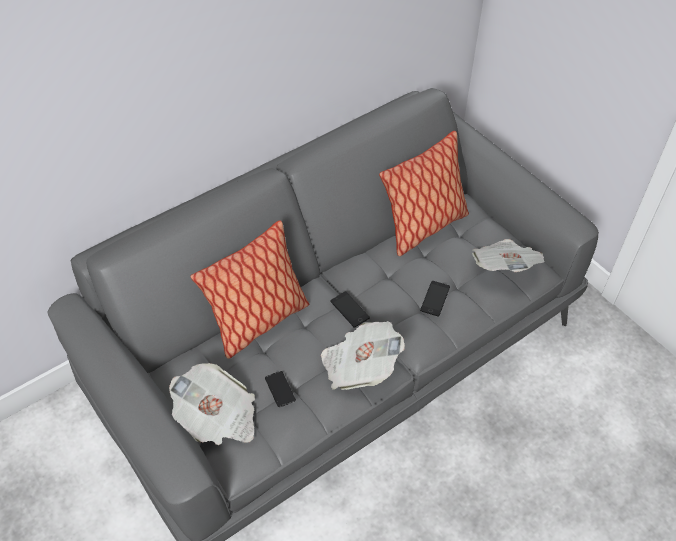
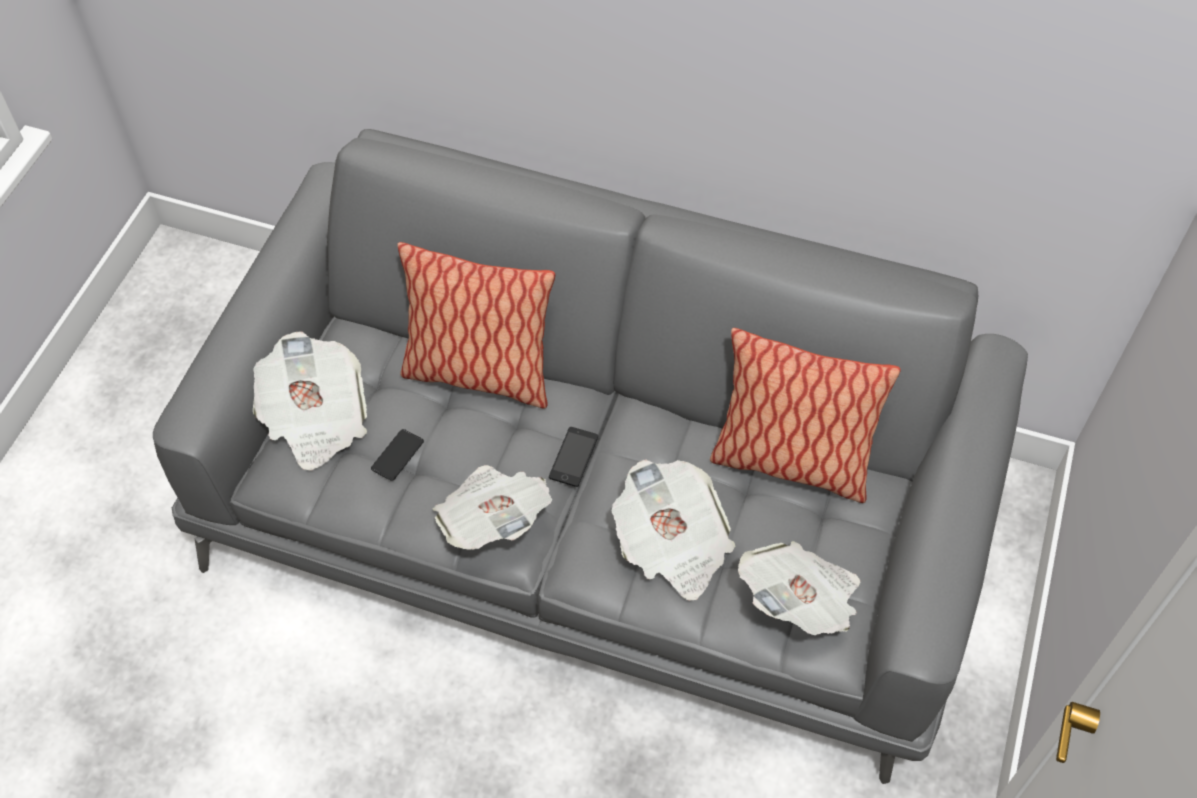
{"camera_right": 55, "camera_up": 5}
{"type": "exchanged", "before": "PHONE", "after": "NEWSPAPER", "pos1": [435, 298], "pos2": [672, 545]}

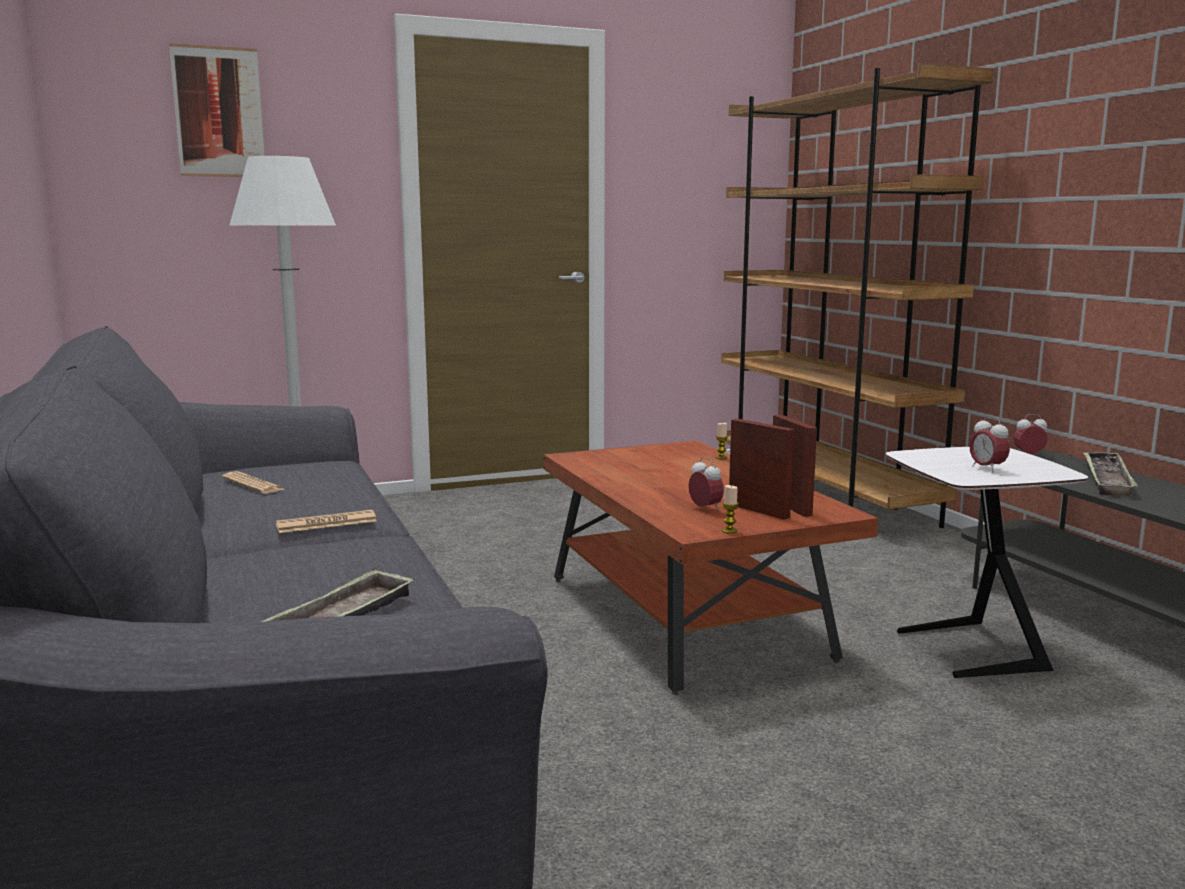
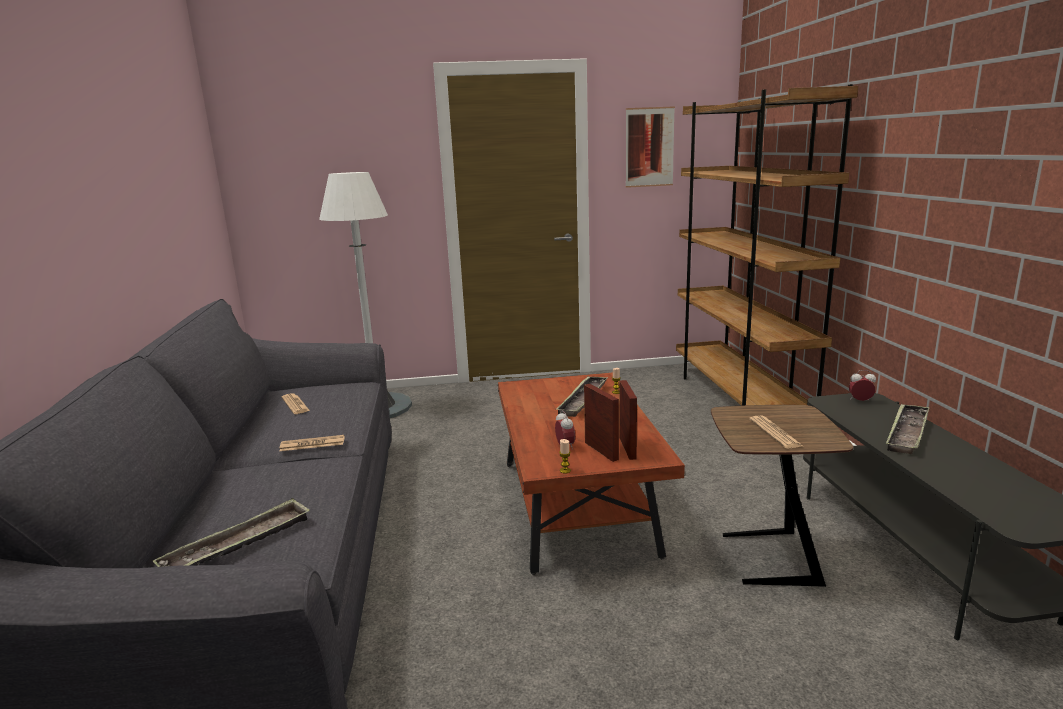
{"camera_right": 15, "camera_up": 5}
{"type": "appeared", "after": "TRAY", "pos2": [583, 400]}
{"type": "relocated", "before": "PICTURE", "pos1": [218, 112], "pos2": [649, 147]}
{"type": "exchanged", "before": "ALARM CLOCK", "after": "NEWSPAPER", "pos1": [987, 468], "pos2": [775, 433]}
{"type": "colour", "before": "WHITE SIDE TABLE", "after": "BROWN SIDE TABLE", "pos1": [966, 651], "pos2": [767, 559]}

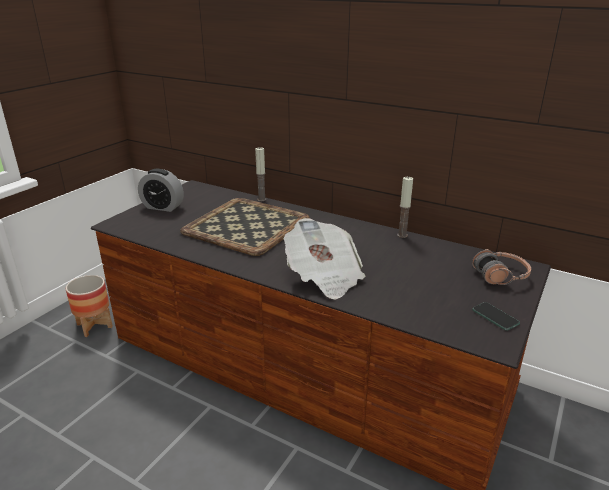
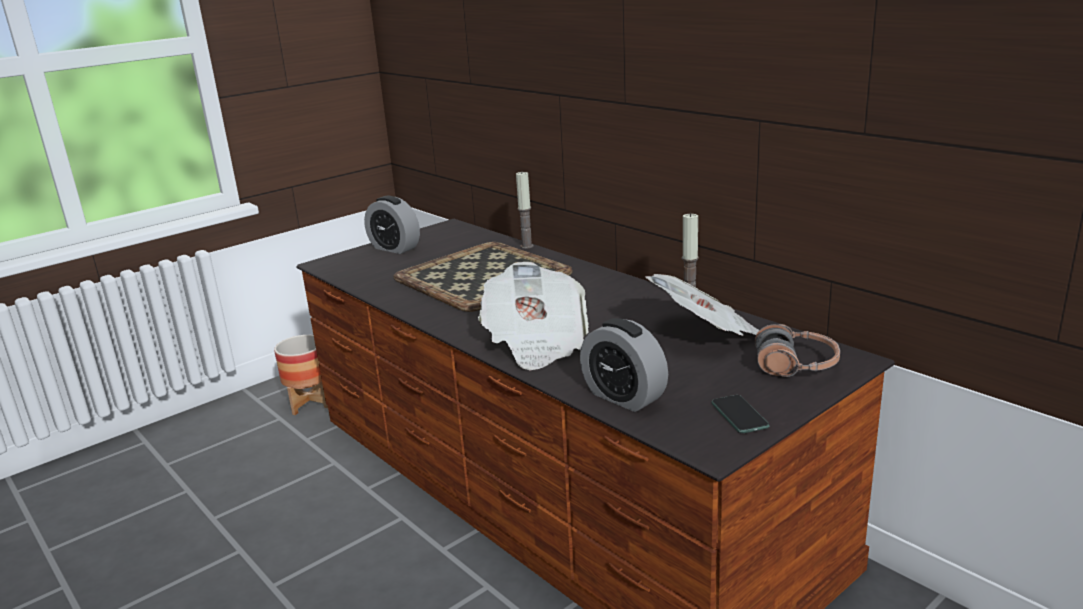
{"camera_right": 20, "camera_up": -5}
{"type": "appeared", "after": "ALARM CLOCK", "pos2": [623, 397]}
{"type": "appeared", "after": "NEWSPAPER", "pos2": [707, 334]}

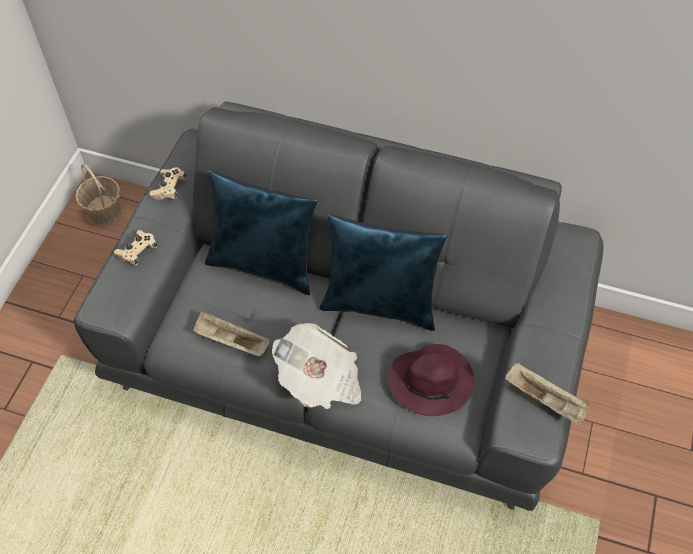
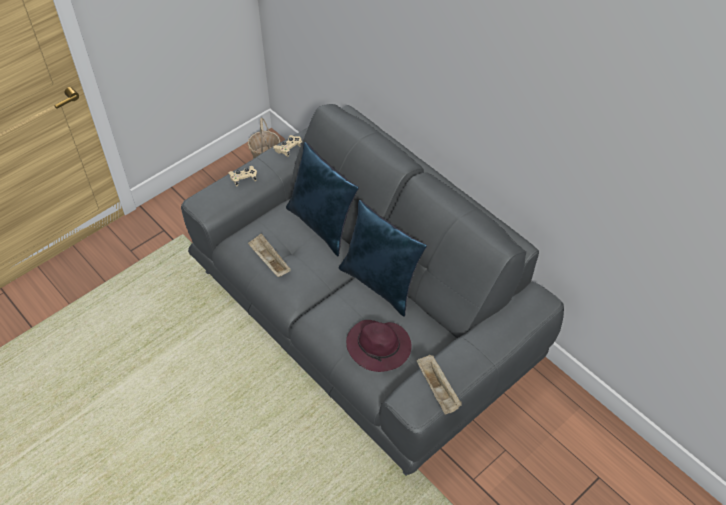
{"camera_right": 30, "camera_up": -5}
{"type": "missing", "before": "NEWSPAPER", "pos1": [320, 380]}

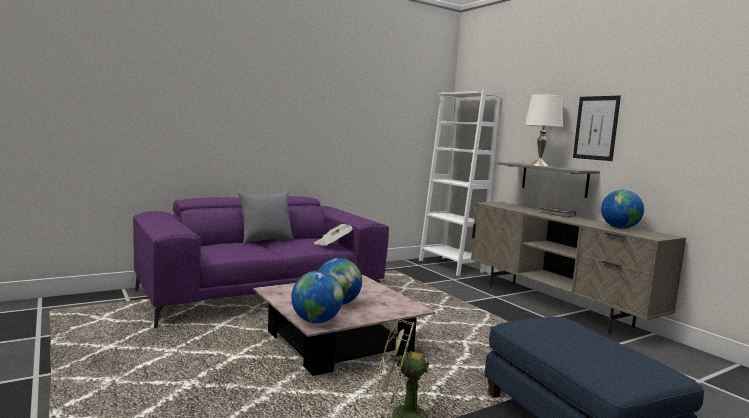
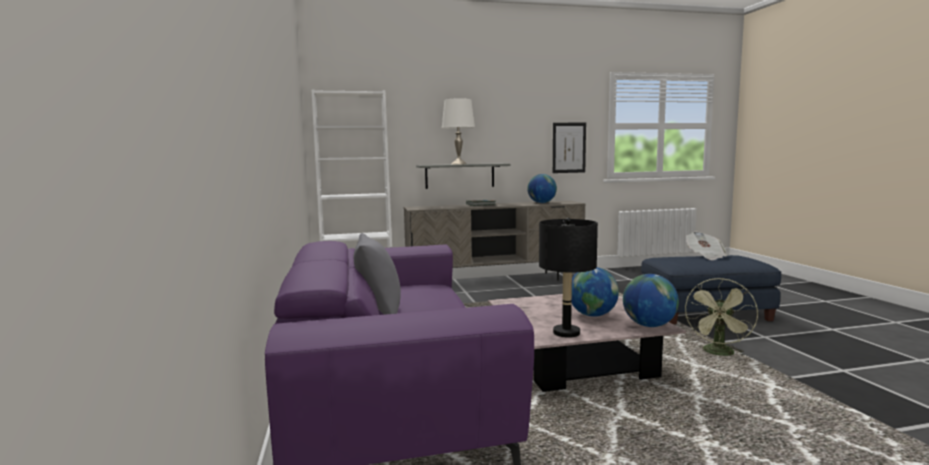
{"camera_right": -70, "camera_up": 0}
{"type": "appeared", "after": "BLACK TABLE LAMP", "pos2": [566, 333]}
{"type": "relocated", "before": "NEWSPAPER", "pos1": [333, 244], "pos2": [705, 256]}
{"type": "relocated", "before": "PICTURE", "pos1": [596, 128], "pos2": [569, 147]}

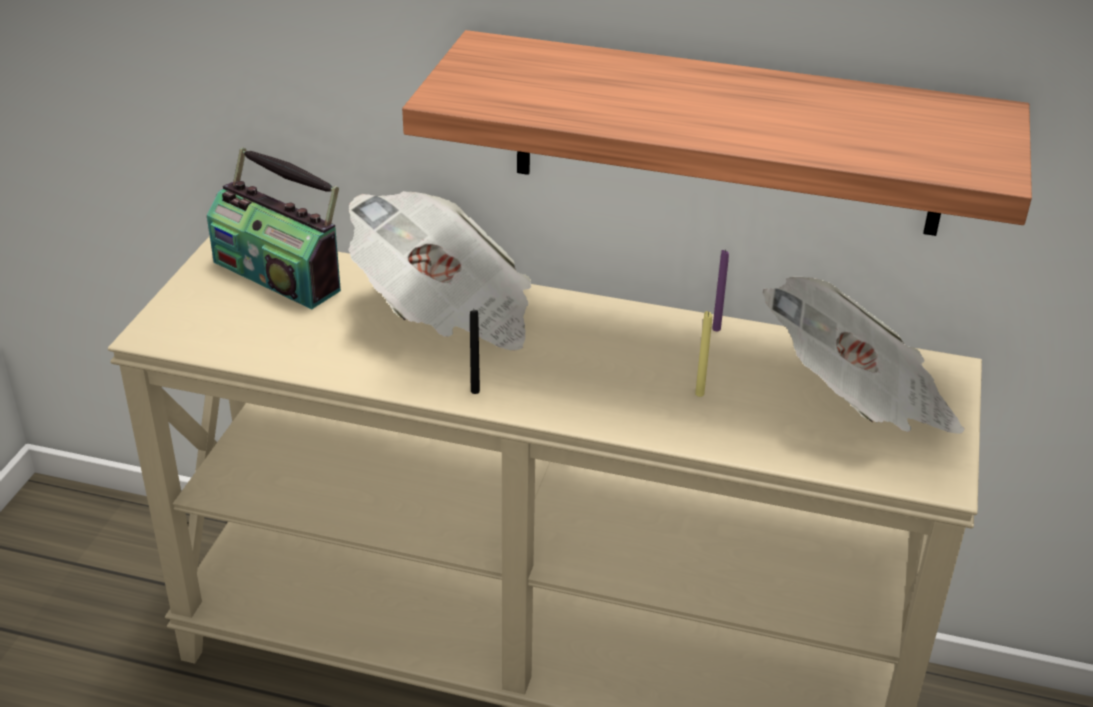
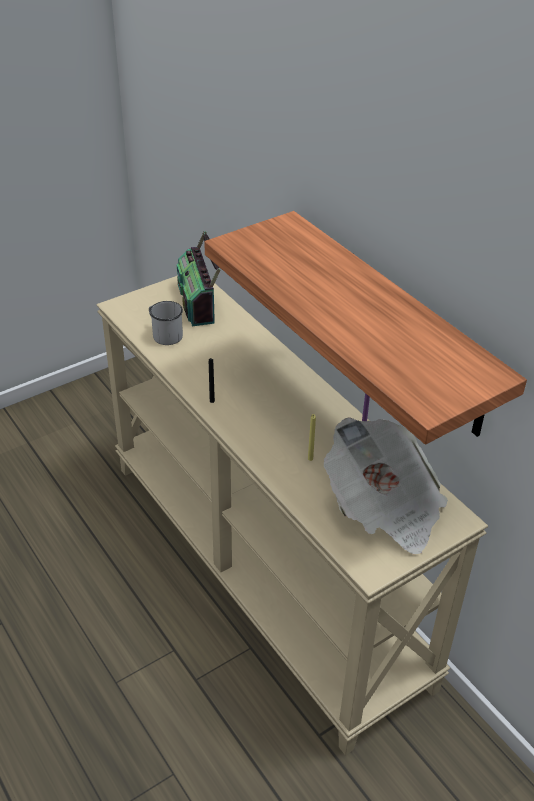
{"camera_right": 40, "camera_up": 5}
{"type": "missing", "before": "NEWSPAPER", "pos1": [446, 312]}
{"type": "appeared", "after": "WHITE MUG", "pos2": [164, 334]}

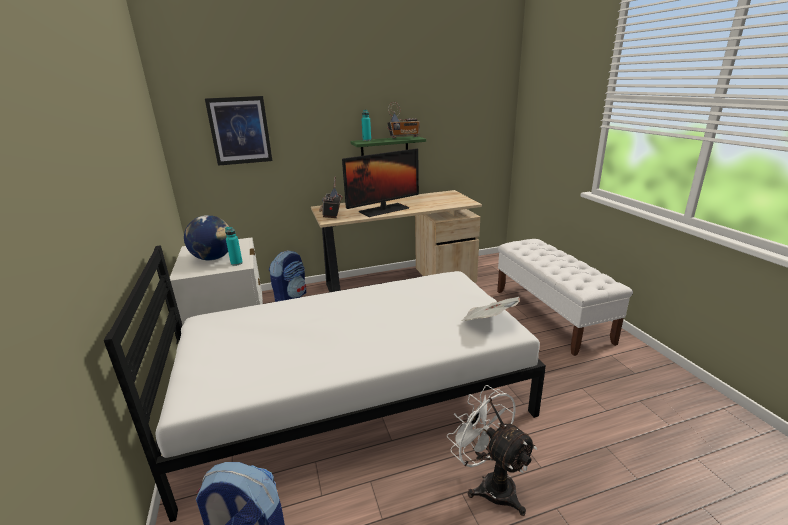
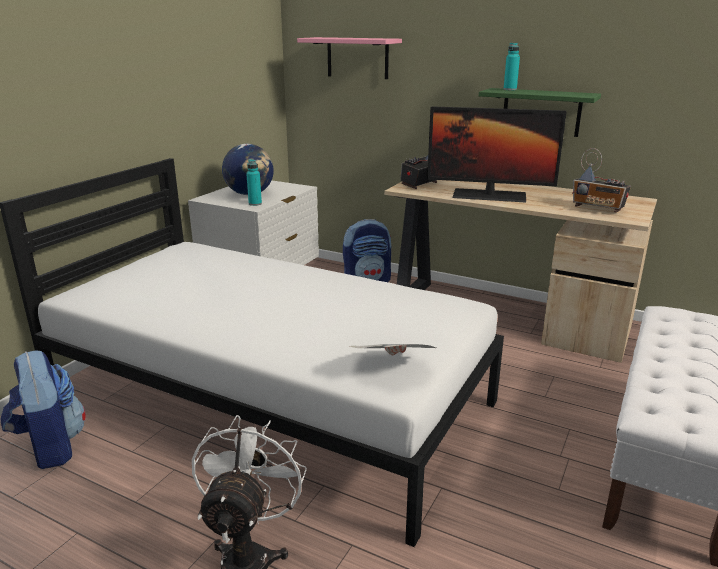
{"camera_right": 45, "camera_up": 0}
{"type": "relocated", "before": "RADIO", "pos1": [404, 138], "pos2": [598, 209]}
{"type": "exchanged", "before": "PICTURE", "after": "PINK SHELF", "pos1": [240, 130], "pos2": [357, 58]}

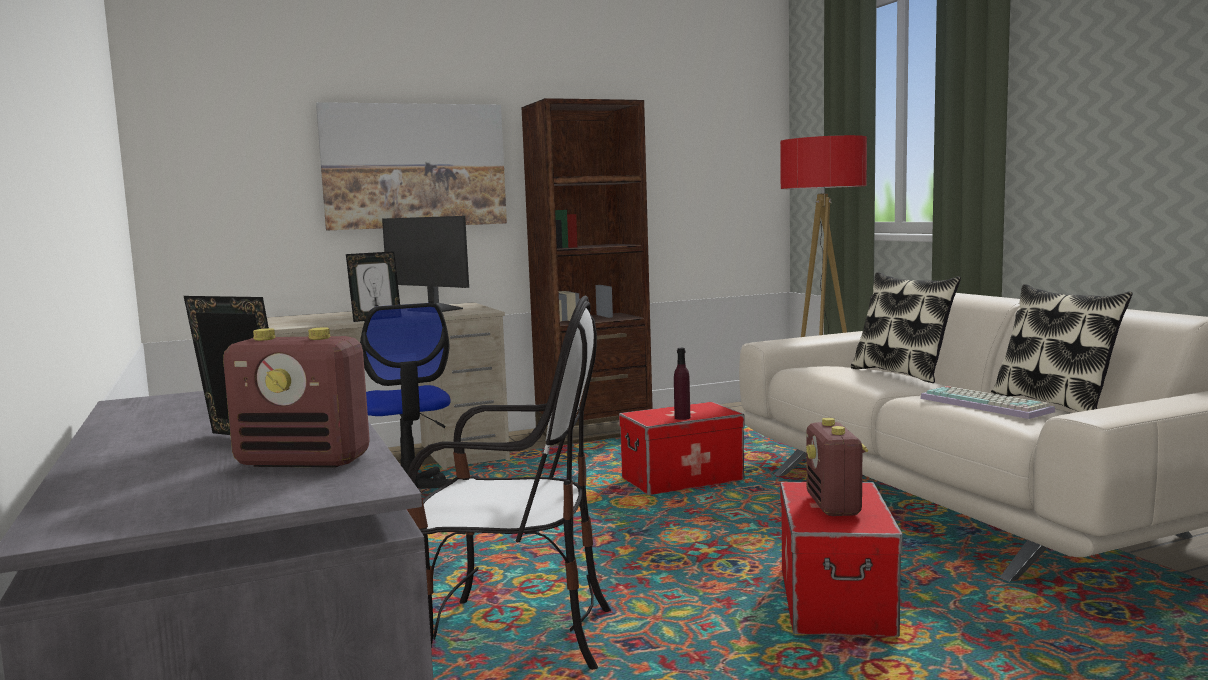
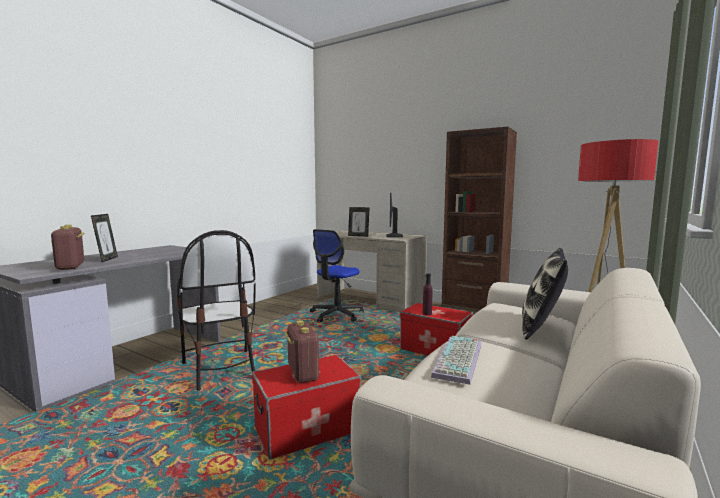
{"camera_right": 55, "camera_up": 0}
{"type": "missing", "before": "PICTURE", "pos1": [414, 166]}
{"type": "missing", "before": "PILLOW", "pos1": [1054, 403]}
{"type": "spun", "before": "RADIO", "pos1": [834, 506], "pos2": [302, 373], "turn": 105}

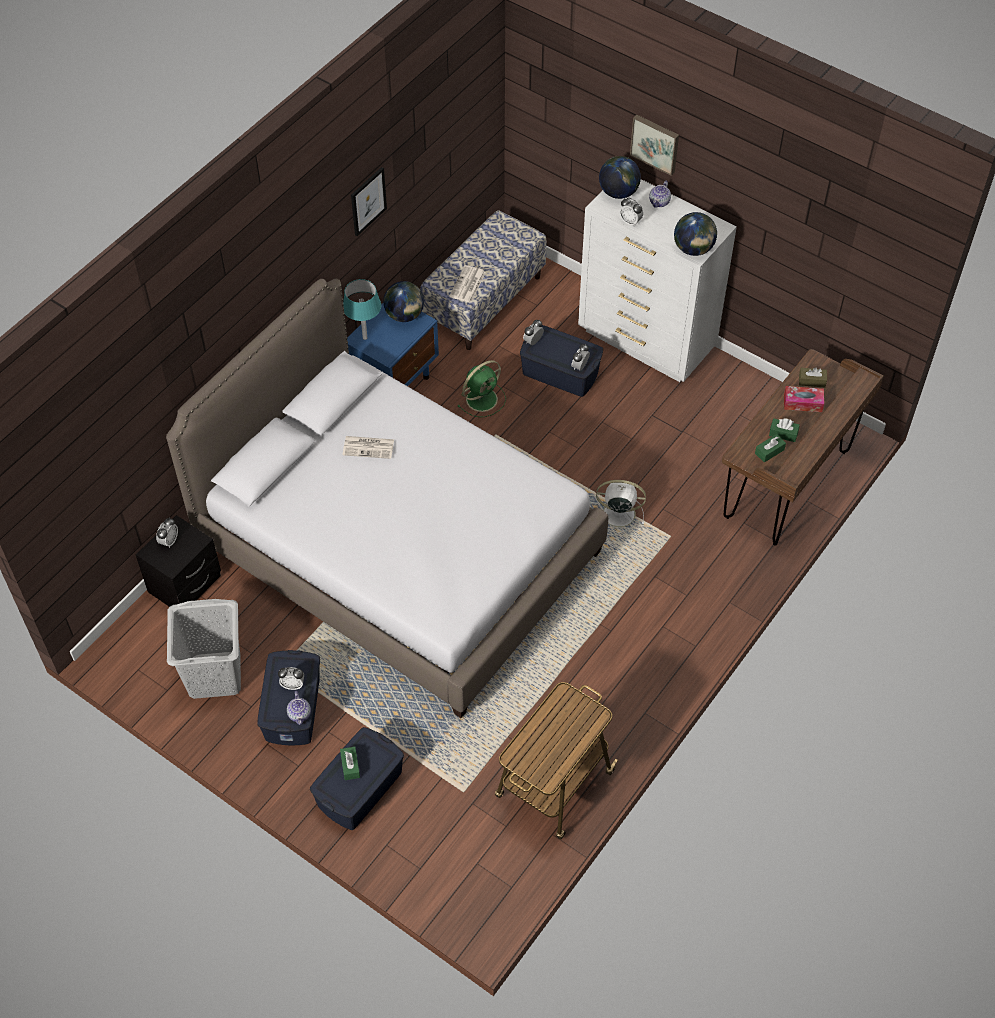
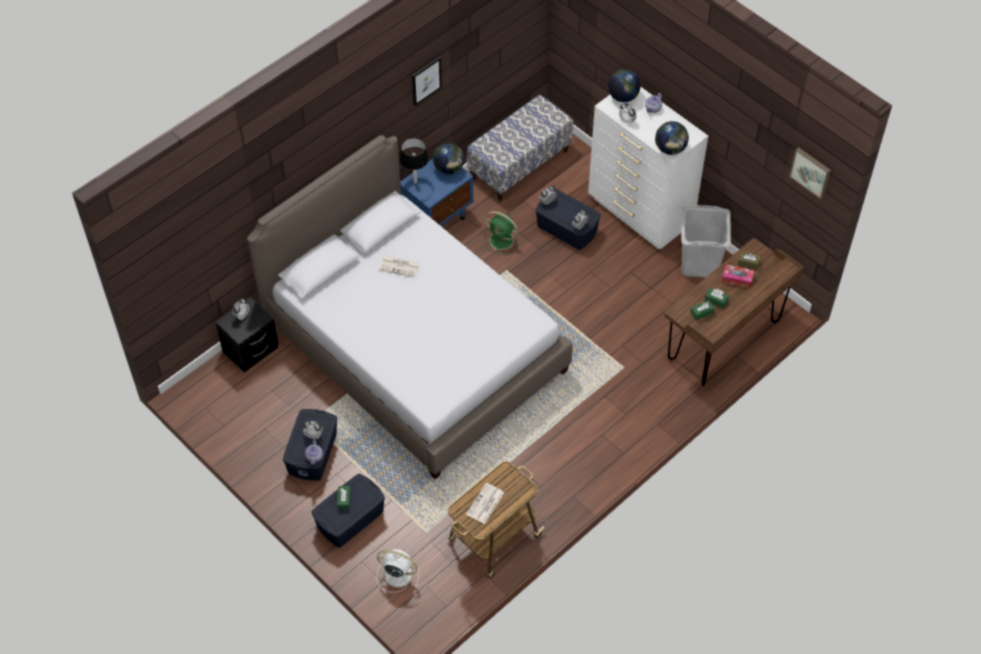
{"camera_right": 10, "camera_up": 0}
{"type": "relocated", "before": "GREY LAUNDRY BASKET", "pos1": [214, 675], "pos2": [699, 263]}
{"type": "relocated", "before": "NEWSPAPER", "pos1": [467, 285], "pos2": [485, 504]}
{"type": "relocated", "before": "WHITE FAN", "pos1": [617, 514], "pos2": [397, 574]}
{"type": "relocated", "before": "PICTURE", "pos1": [655, 143], "pos2": [811, 171]}
{"type": "colour", "before": "TURQUOISE TABLE LAMP", "after": "BLACK TABLE LAMP", "pos1": [364, 338], "pos2": [415, 182]}
{"type": "spun", "before": "GREEN FAN", "pos1": [483, 398], "pos2": [502, 240], "turn": 60}

